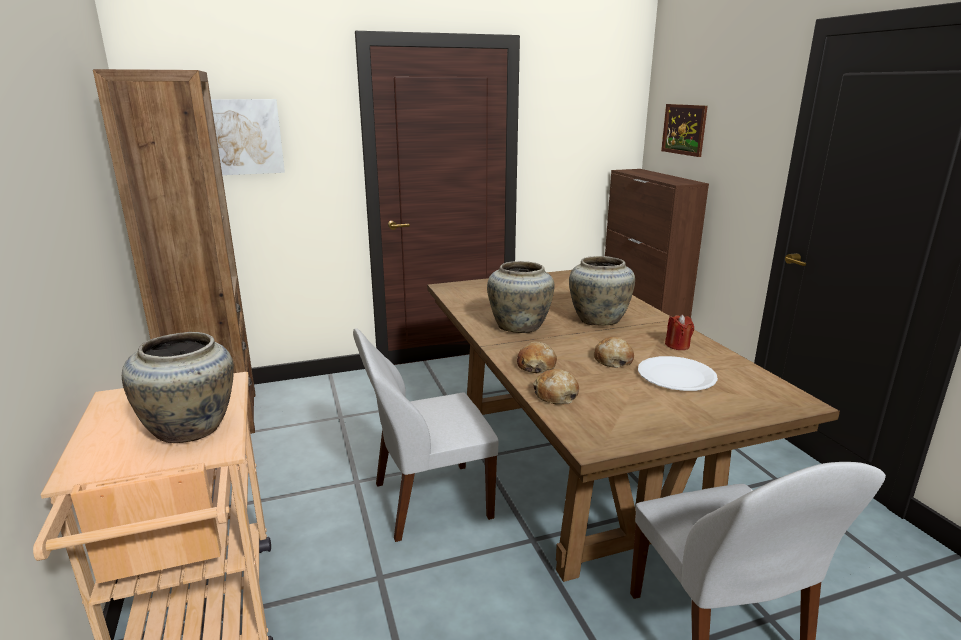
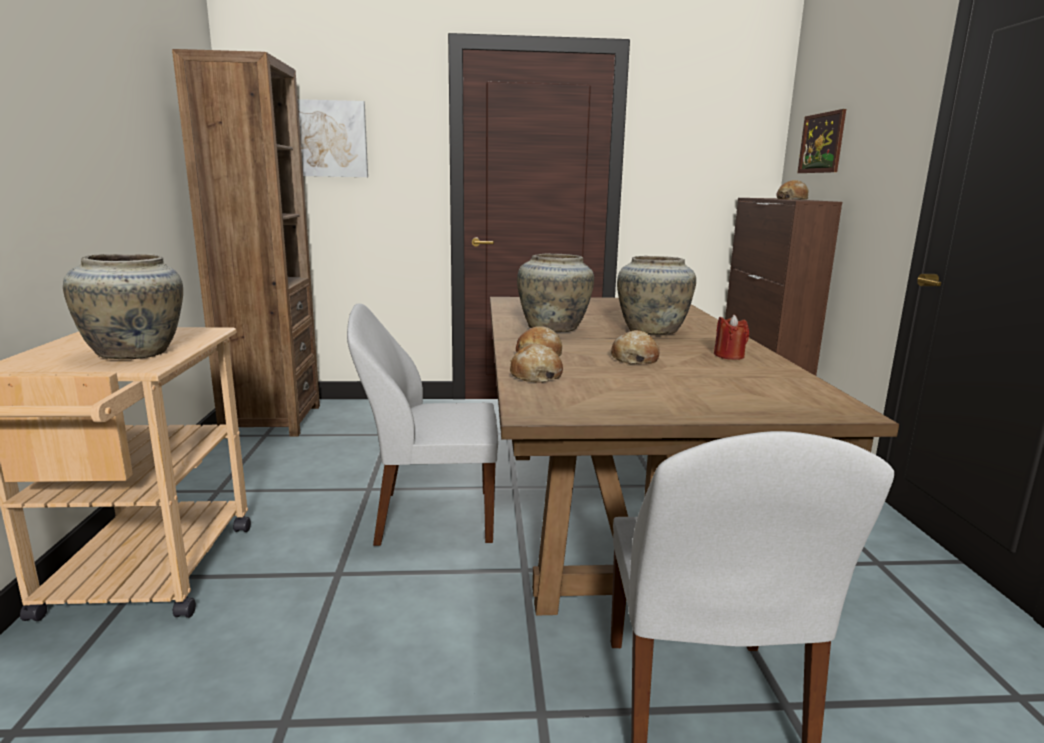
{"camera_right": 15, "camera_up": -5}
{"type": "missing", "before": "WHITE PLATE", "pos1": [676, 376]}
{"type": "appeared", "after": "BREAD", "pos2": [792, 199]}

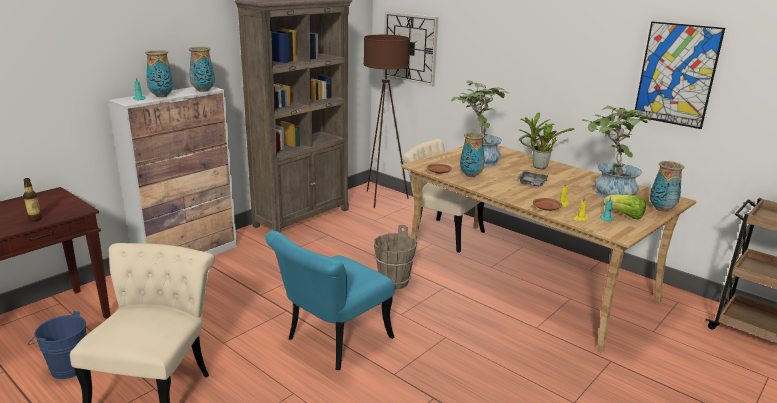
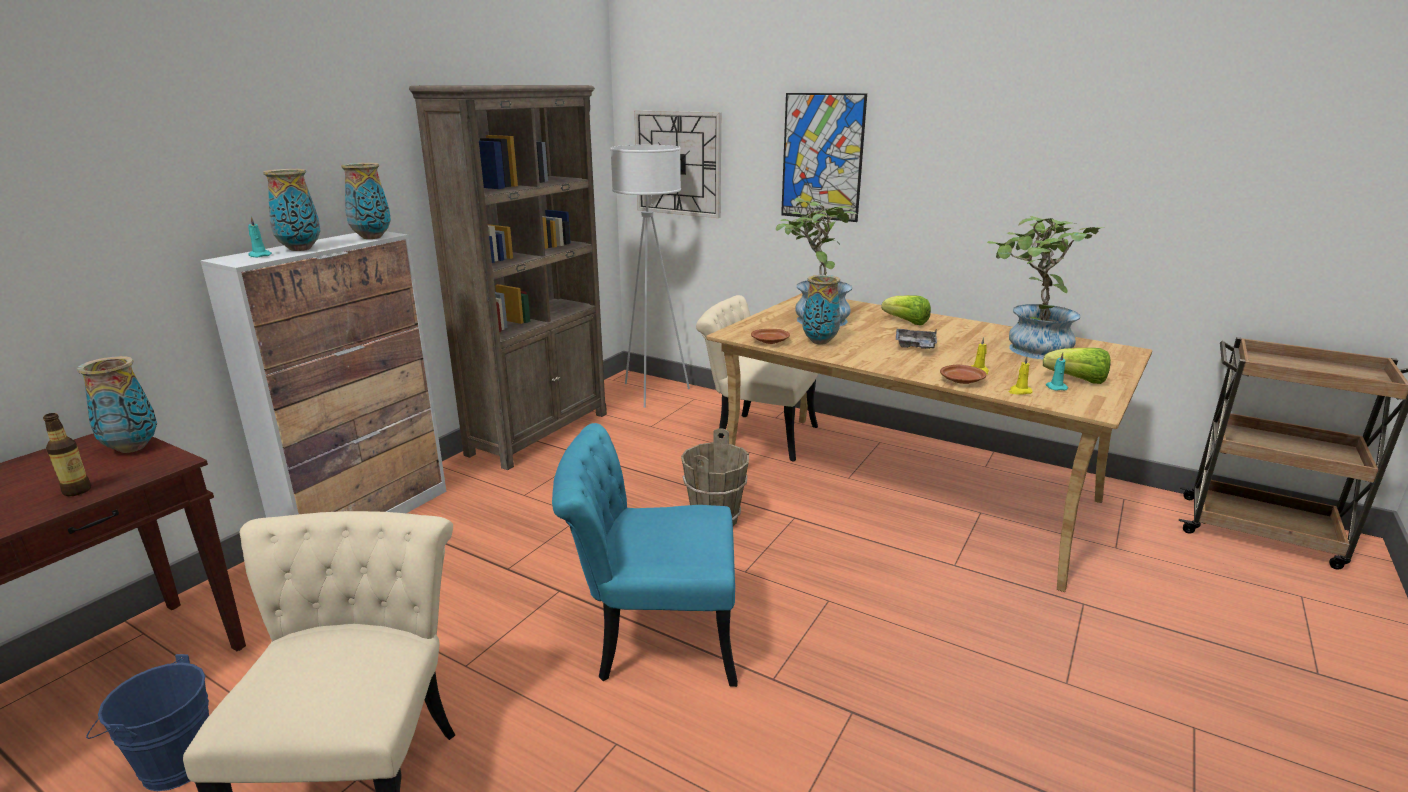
{"camera_right": -10, "camera_up": 0}
{"type": "relocated", "before": "PICTURE", "pos1": [676, 74], "pos2": [822, 157]}
{"type": "relocated", "before": "VASE", "pos1": [662, 209], "pos2": [132, 448]}
{"type": "exchanged", "before": "POTTED PLANT", "after": "LETTUCE", "pos1": [537, 167], "pos2": [906, 322]}
{"type": "colour", "before": "BROWN FLOOR LAMP", "after": "WHITE FLOOR LAMP", "pos1": [382, 198], "pos2": [652, 392]}
{"type": "spun", "before": "TURQUOISE CHAIR", "pos1": [331, 343], "pos2": [652, 637], "turn": 60}

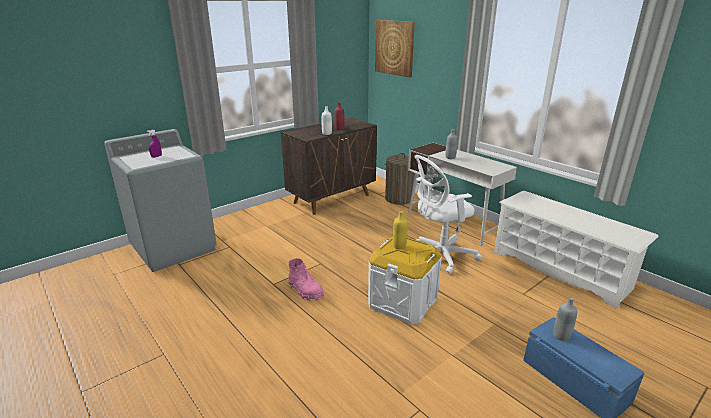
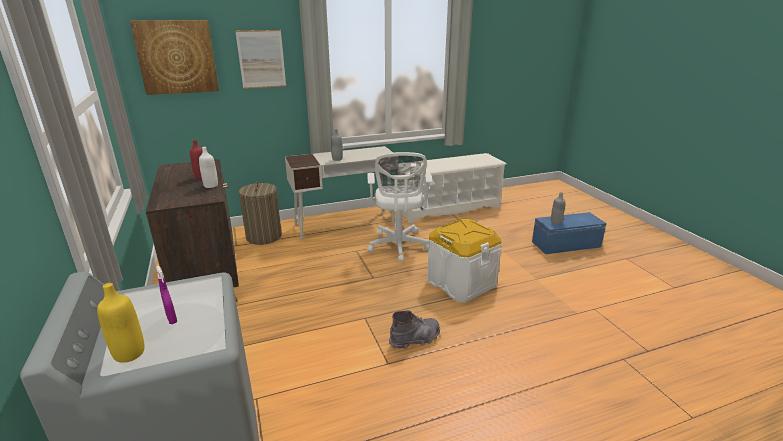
{"camera_right": -70, "camera_up": 0}
{"type": "appeared", "after": "PICTURE", "pos2": [261, 59]}
{"type": "relocated", "before": "YELLOW BOTTLE", "pos1": [399, 246], "pos2": [129, 353]}
{"type": "colour", "before": "PINK BOOT", "after": "GREY BOOT", "pos1": [305, 291], "pos2": [415, 339]}

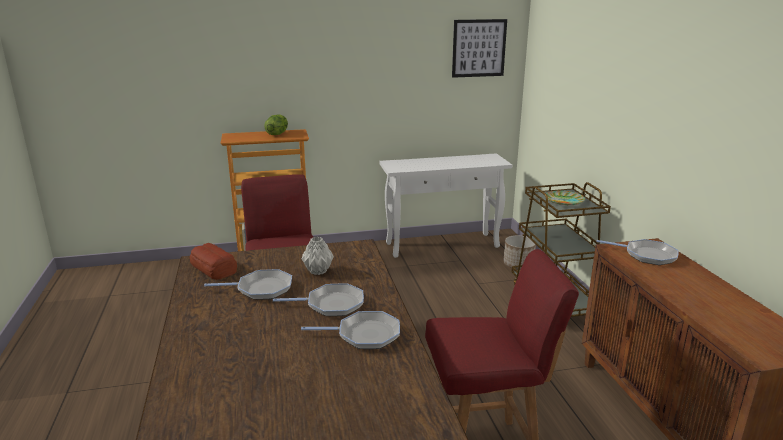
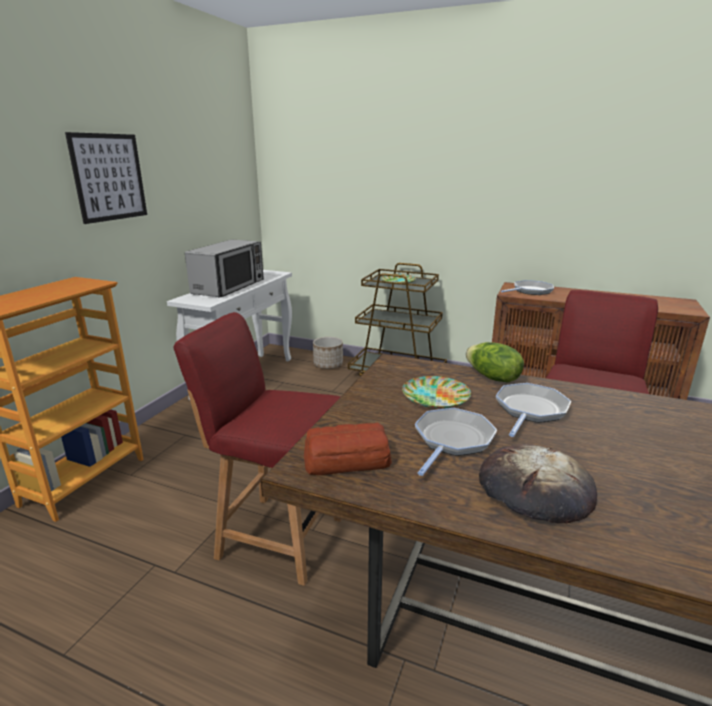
{"camera_right": -55, "camera_up": 0}
{"type": "missing", "before": "FRYING PAN", "pos1": [365, 335]}
{"type": "appeared", "after": "MICROWAVE", "pos2": [229, 287]}
{"type": "appeared", "after": "BREAD", "pos2": [534, 489]}
{"type": "relocated", "before": "LETTUCE", "pos1": [277, 134], "pos2": [492, 377]}
{"type": "relocated", "before": "PICTURE", "pos1": [479, 48], "pos2": [109, 177]}
{"type": "exchanged", "before": "GREY VASE", "after": "PLATE", "pos1": [318, 271], "pos2": [435, 397]}

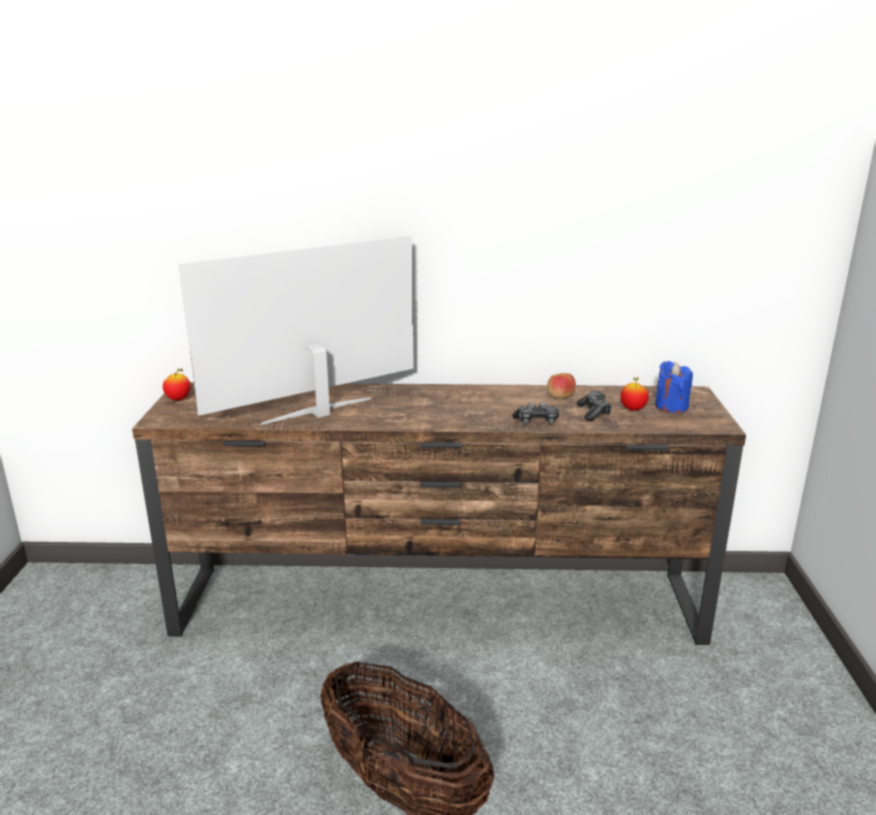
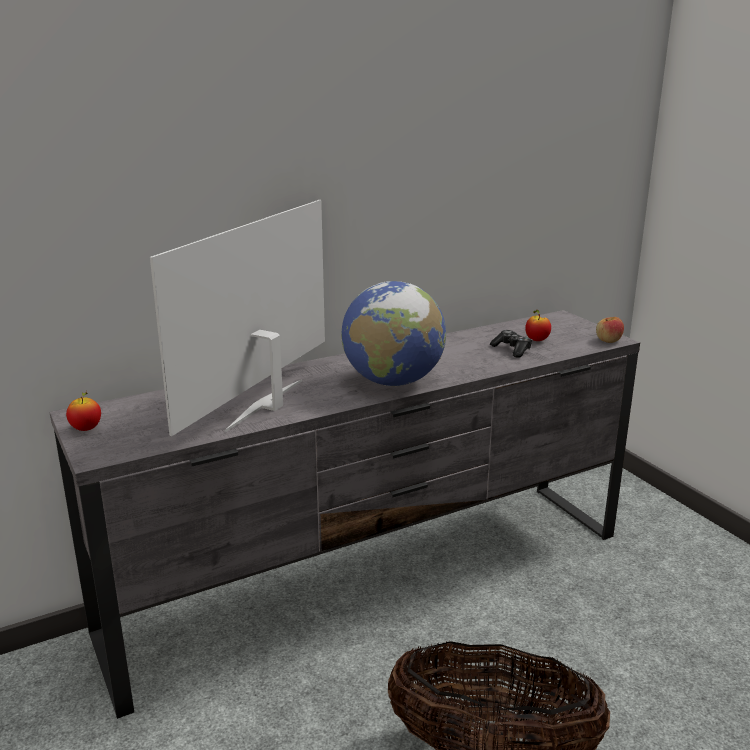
{"camera_right": -30, "camera_up": 0}
{"type": "missing", "before": "GAME CONTROLLER", "pos1": [536, 421]}
{"type": "missing", "before": "BLUE CANDLE", "pos1": [671, 406]}
{"type": "appeared", "after": "GLOBE", "pos2": [393, 381]}
{"type": "relocated", "before": "APPLE", "pos1": [560, 396], "pos2": [608, 340]}
{"type": "colour", "before": "BROWN TV STAND", "after": "GREY TV STAND", "pos1": [440, 605], "pos2": [376, 581]}

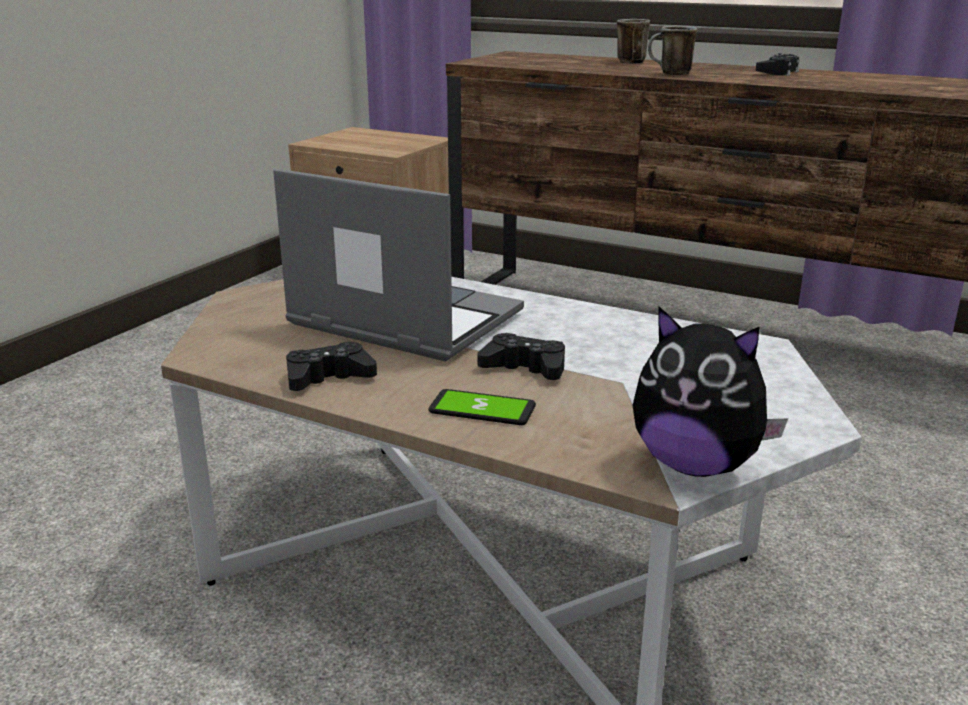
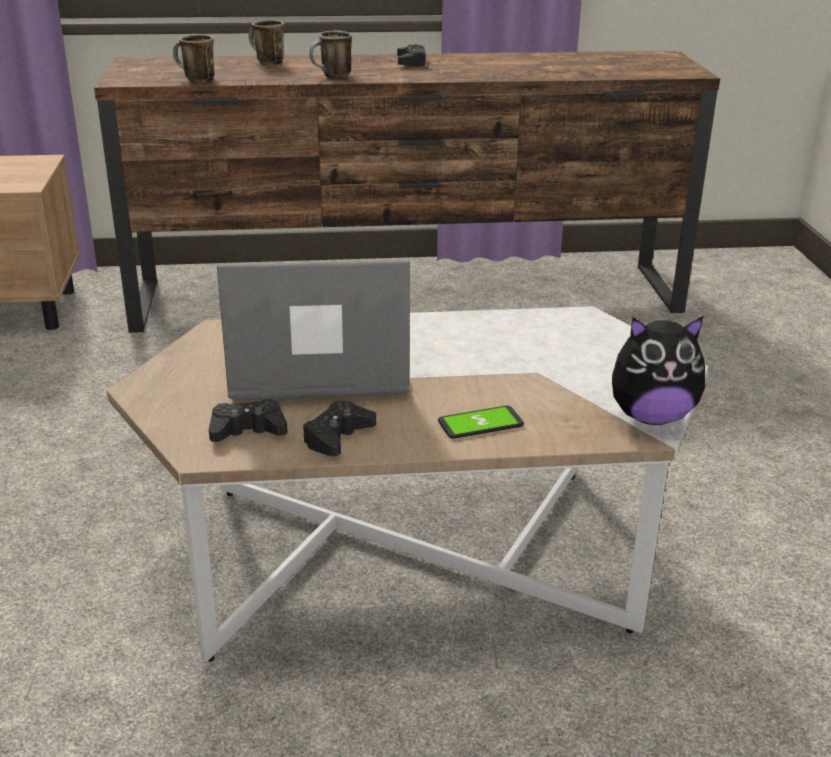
{"camera_right": -35, "camera_up": 5}
{"type": "appeared", "after": "MUG", "pos2": [194, 80]}
{"type": "relocated", "before": "BLACK GAME CONTROLLER", "pos1": [525, 368], "pos2": [247, 430]}

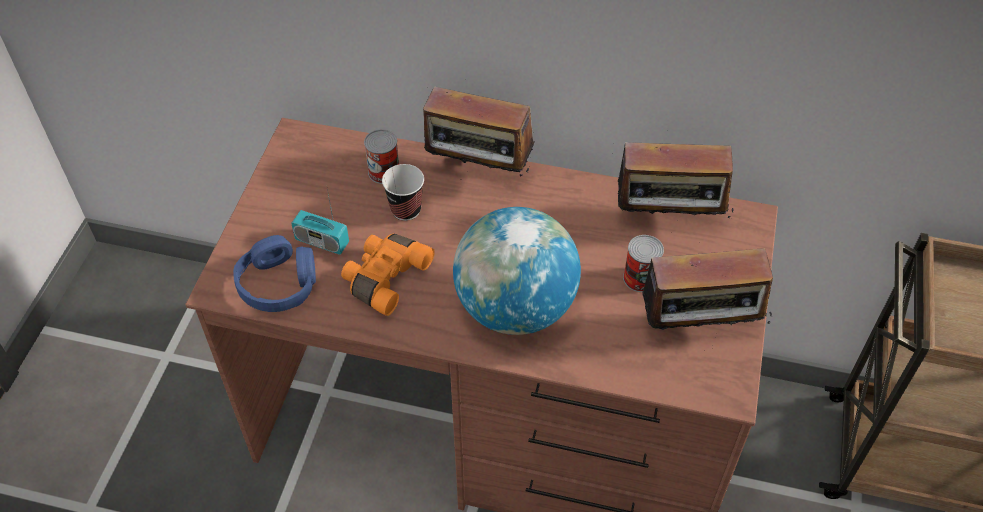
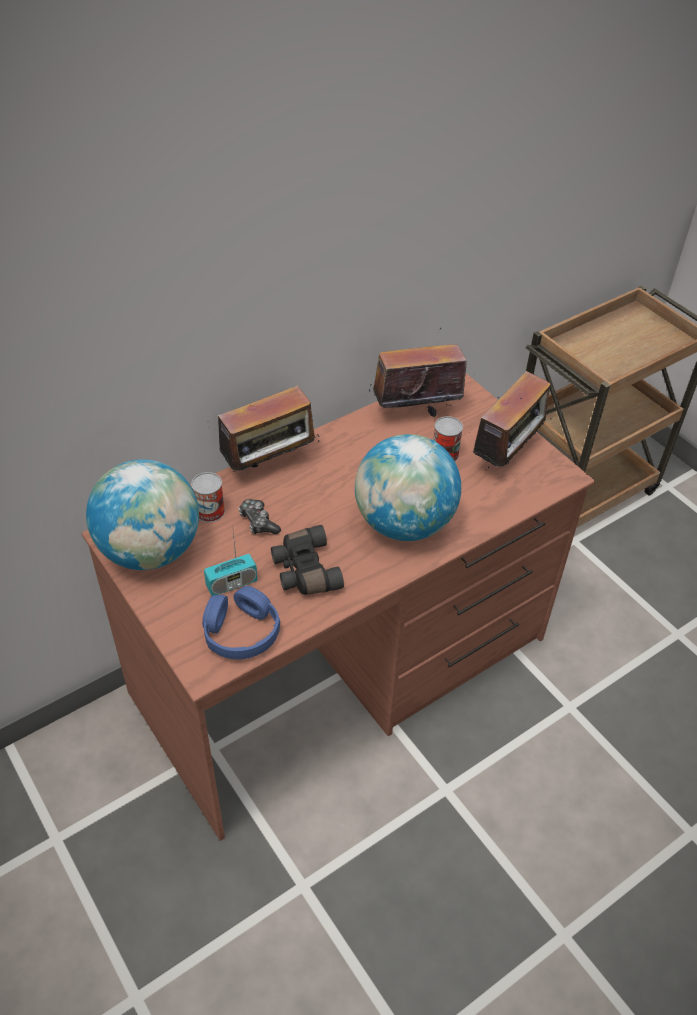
{"camera_right": -50, "camera_up": -5}
{"type": "appeared", "after": "GLOBE", "pos2": [150, 550]}
{"type": "exchanged", "before": "CUP", "after": "GAME CONTROLLER", "pos1": [406, 210], "pos2": [258, 522]}
{"type": "colour", "before": "ORANGE BINOCULARS", "after": "BLACK BINOCULARS", "pos1": [384, 277], "pos2": [304, 570]}
{"type": "spun", "before": "RADIO", "pos1": [668, 219], "pos2": [414, 412], "turn": -150}

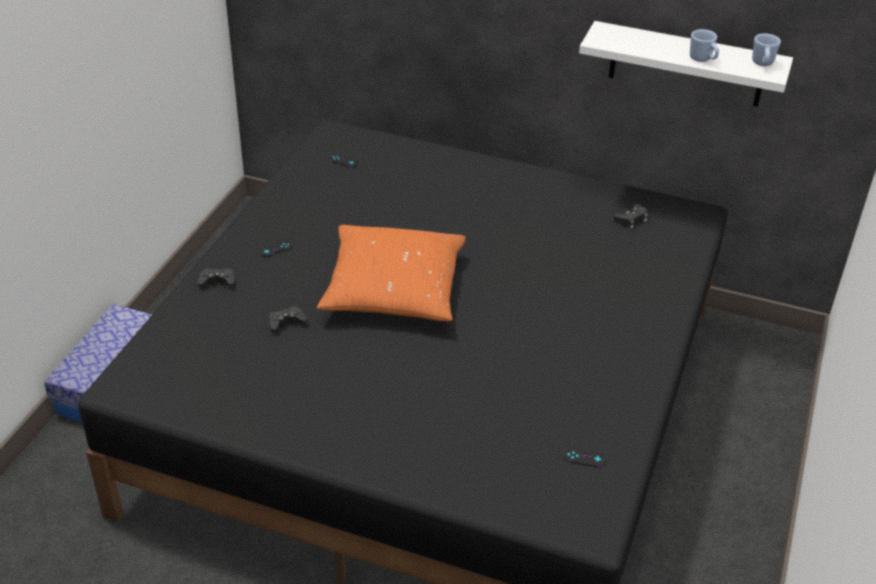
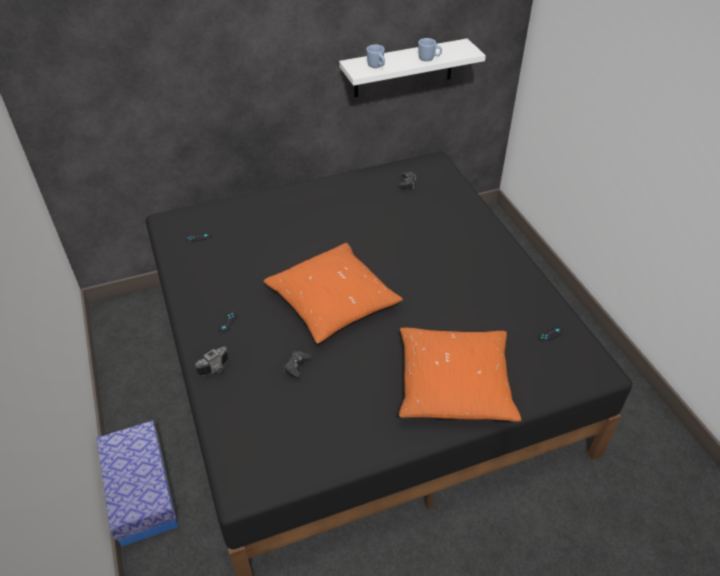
{"camera_right": -40, "camera_up": 5}
{"type": "appeared", "after": "ORANGE PILLOW", "pos2": [454, 384]}
{"type": "relocated", "before": "BLUE MUG", "pos1": [762, 64], "pos2": [376, 67]}
{"type": "exchanged", "before": "BLACK GAME CONTROLLER", "after": "PHOTO CAMERA", "pos1": [217, 282], "pos2": [216, 369]}

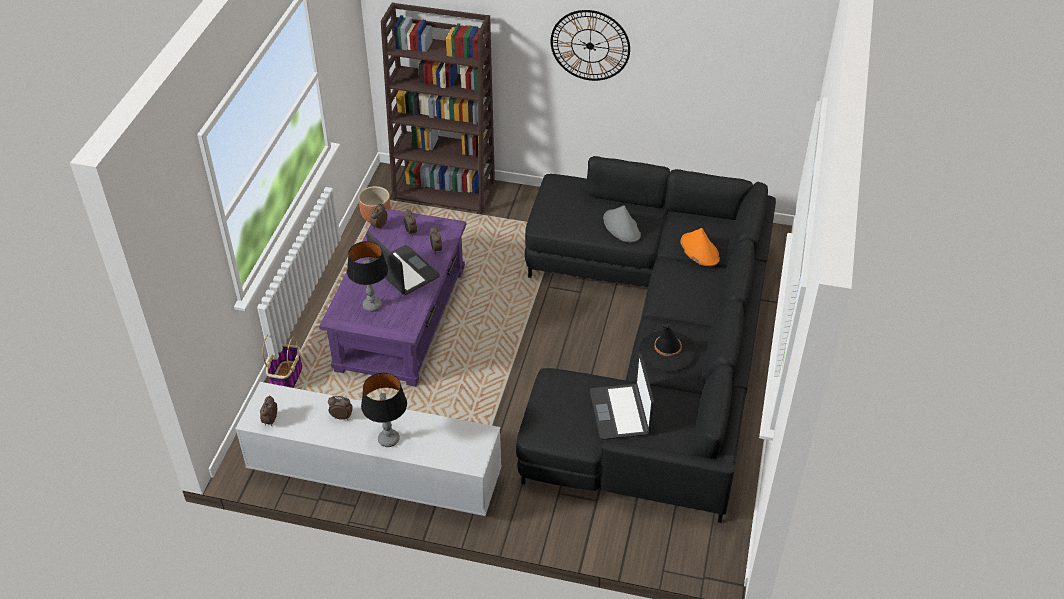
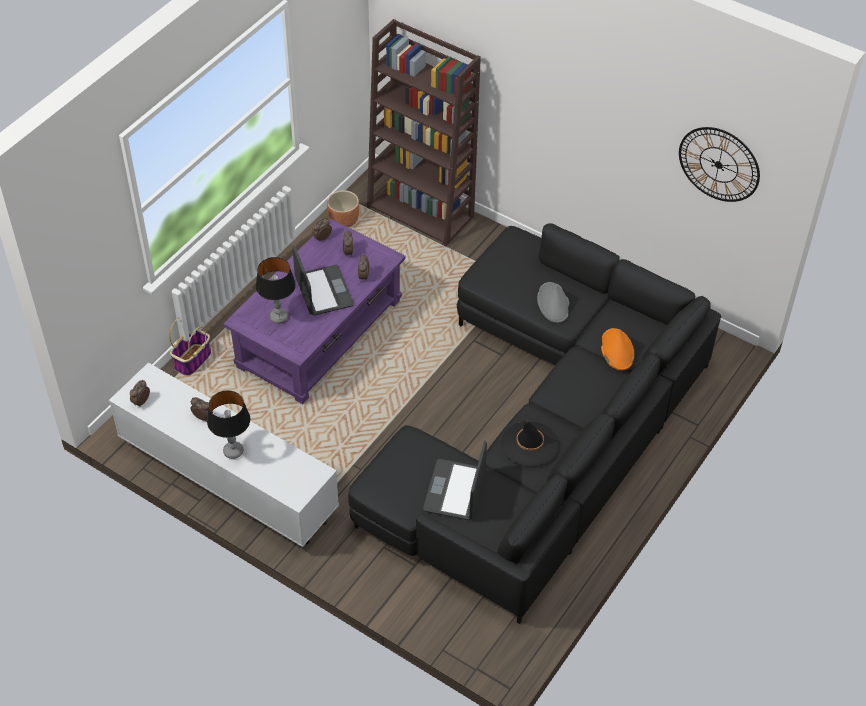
{"camera_right": 20, "camera_up": 5}
{"type": "relocated", "before": "WALL CLOCK", "pos1": [590, 45], "pos2": [719, 164]}

